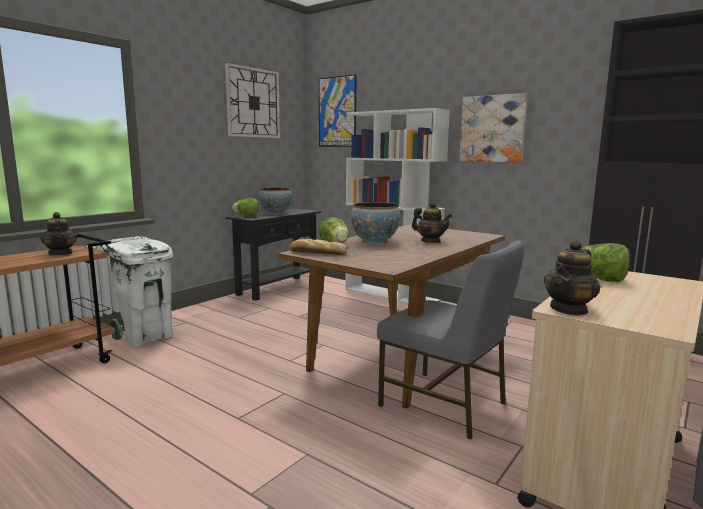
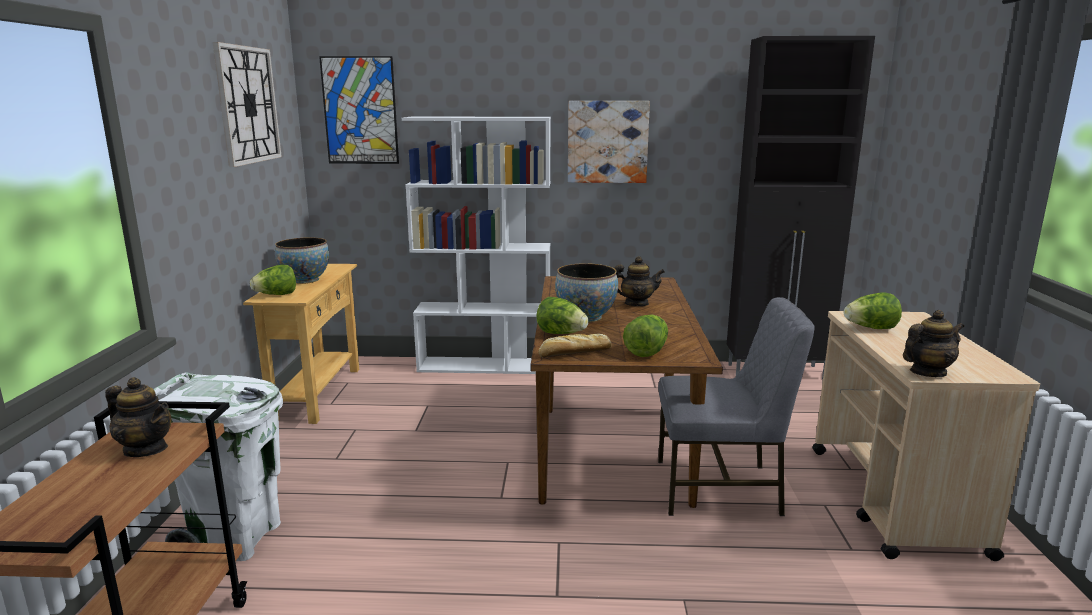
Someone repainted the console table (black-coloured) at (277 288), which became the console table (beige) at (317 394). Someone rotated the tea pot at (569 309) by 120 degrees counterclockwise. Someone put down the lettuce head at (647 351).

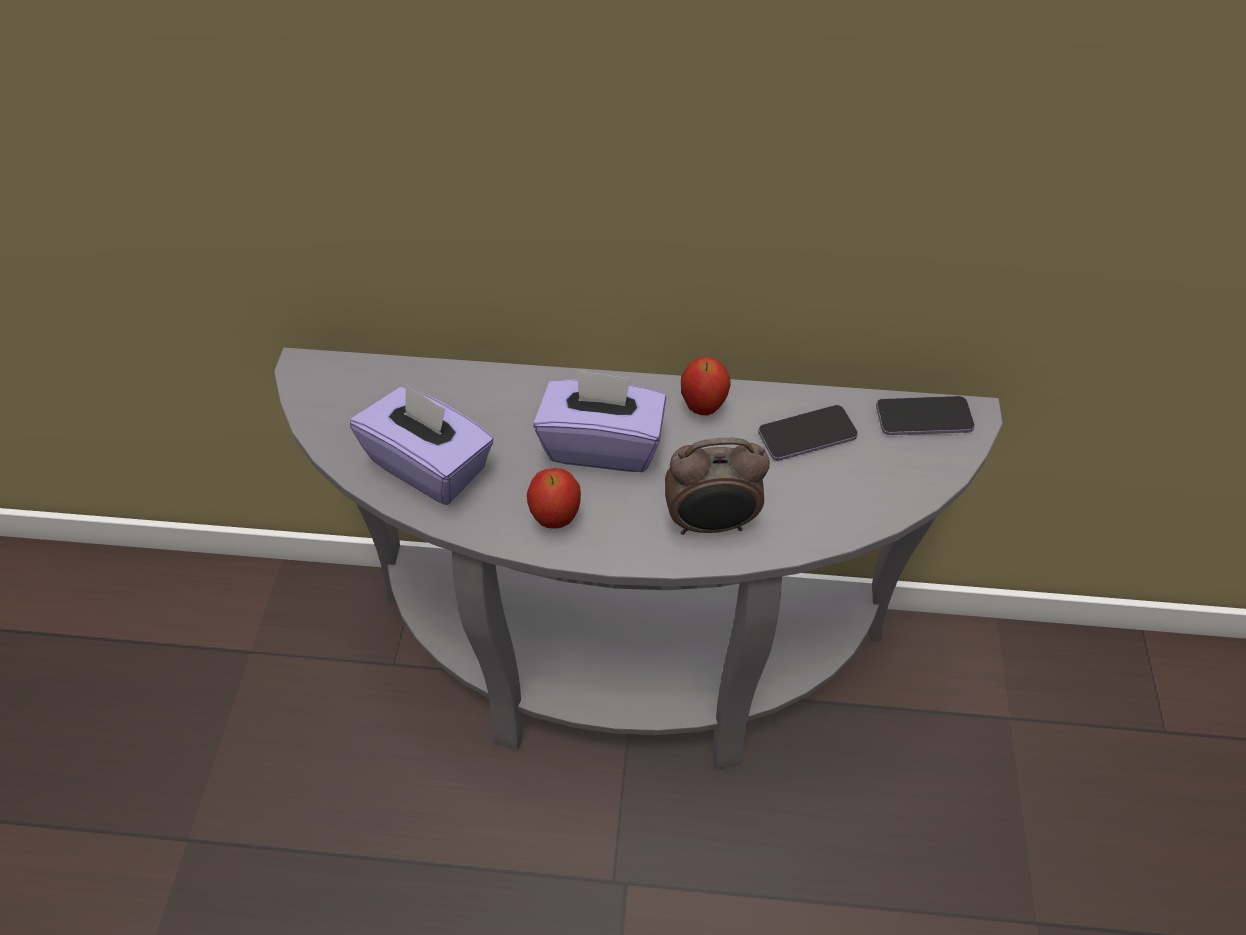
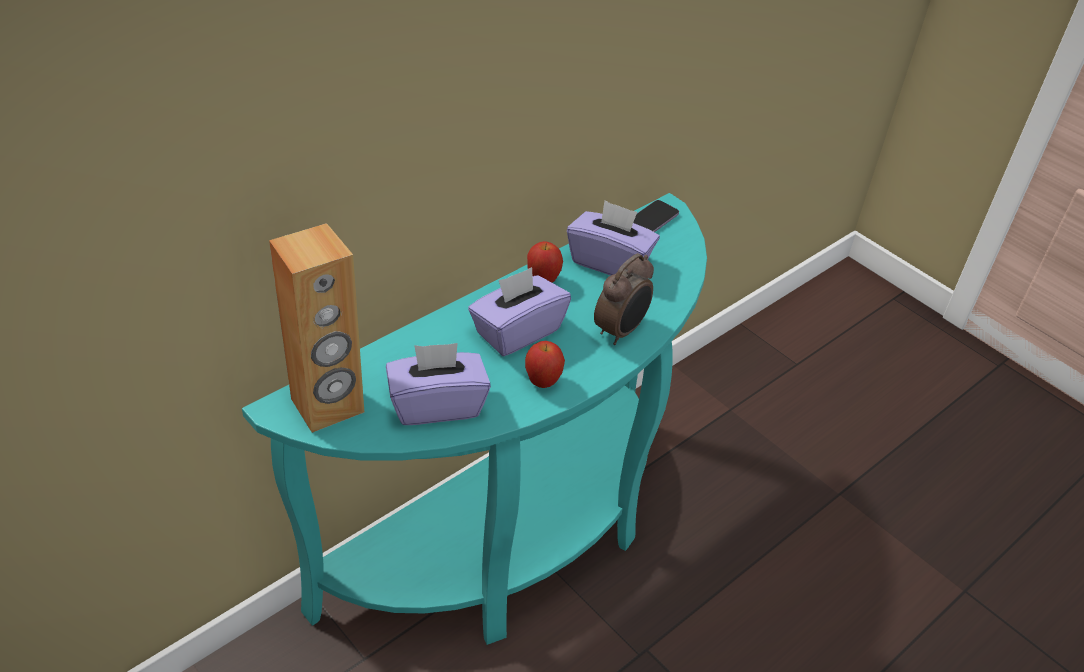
Someone repainted the console table (greyish) at (624 668), which became the console table (blue-green) at (514 541). Someone swapped the telephone at (807 435) for the tissue holder (purple-coloured) at (610 261). Someone put down the audio speaker (brownish) at (328 406).

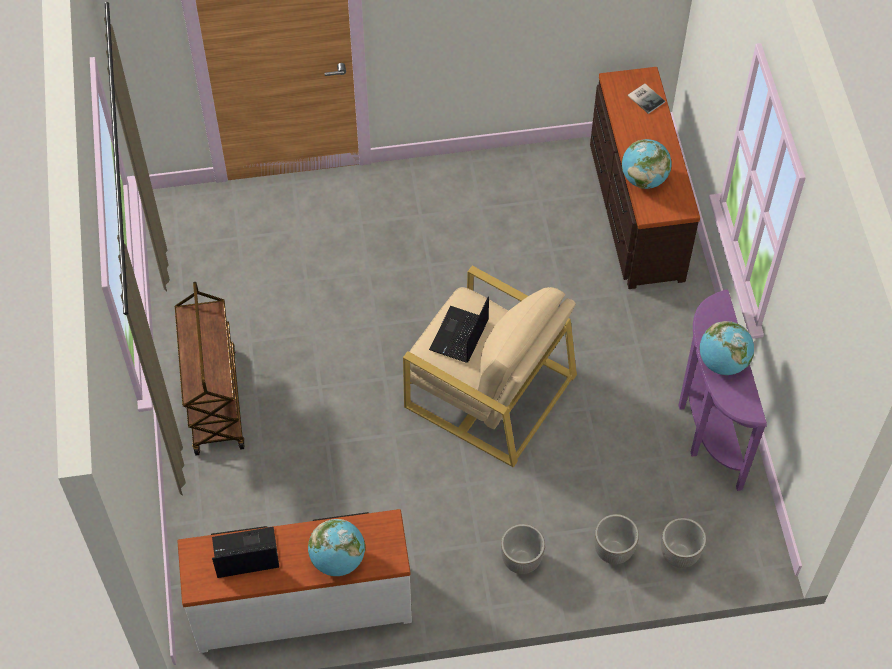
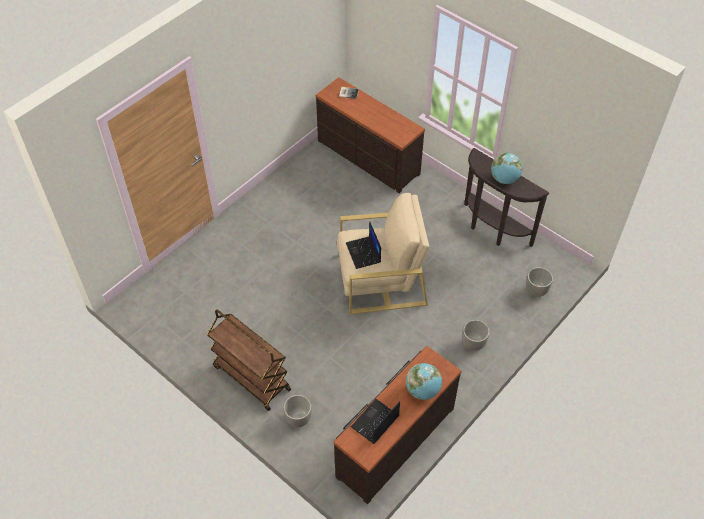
Someone repainted the dresser (white-coloured) at (302 604), which became the dresser (brownish) at (394 441). Someone carried the flower pot from (612 550) to (298 419). Someone took away the globe at (644 179). Someone repainted the console table (purple-coloured) at (706 429), which became the console table (brownish) at (492 230).

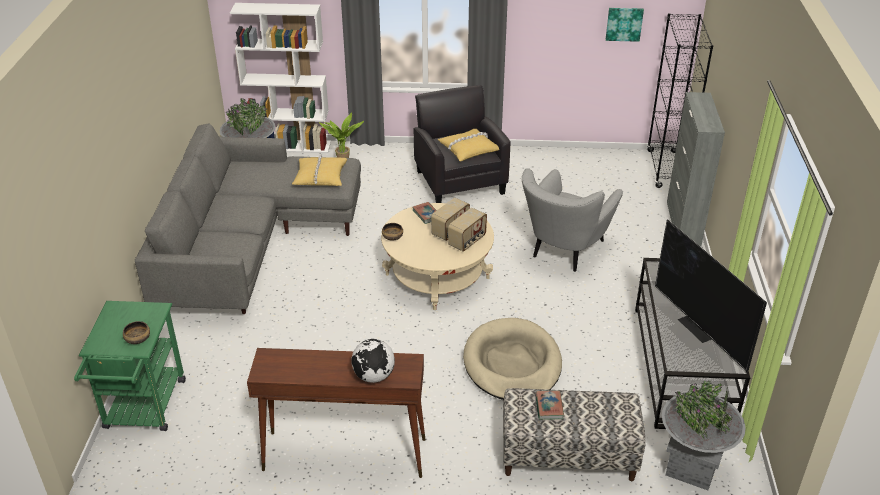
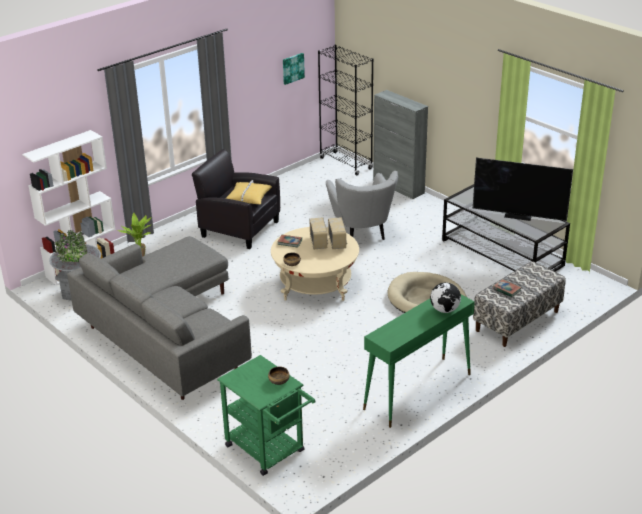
Someone repainted the console table (brownish) at (344 454), which became the console table (green-coloured) at (417 392). Someone took away the pillow (yellow-coloured) at (320 177). Someone took away the flower pot (greyish) at (692 467).

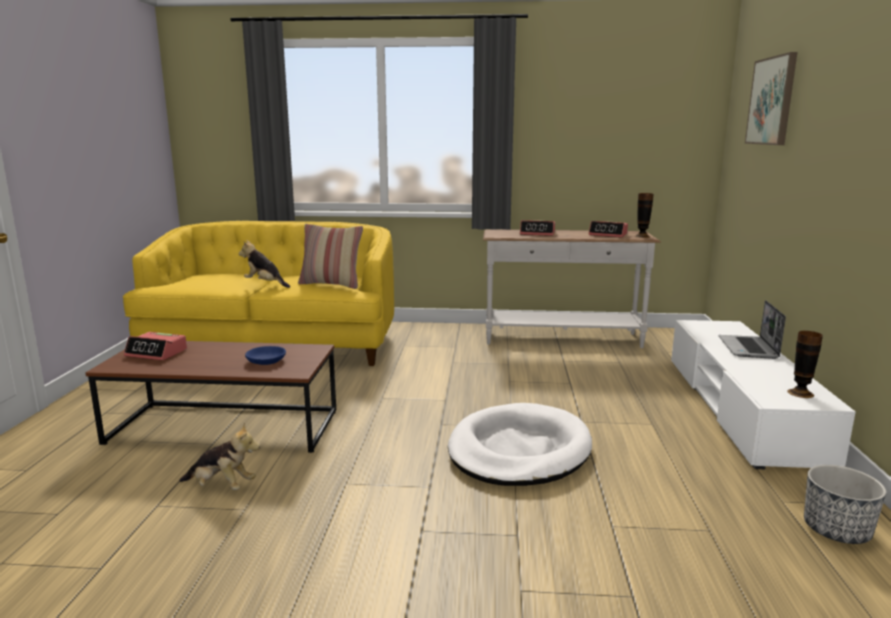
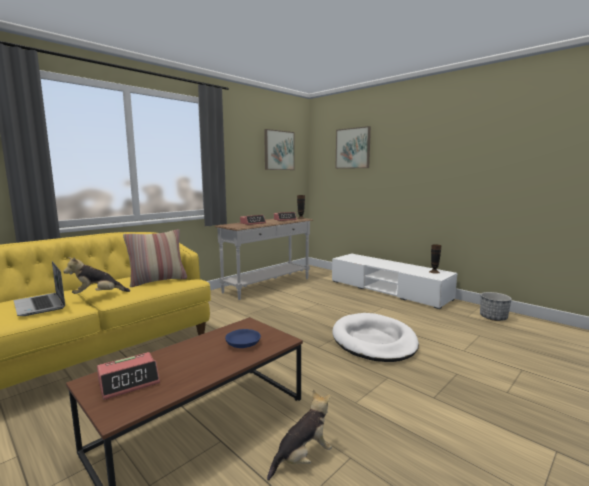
Someone carried the laptop from (749 348) to (40 305). Someone put up the wall art at (279 150).

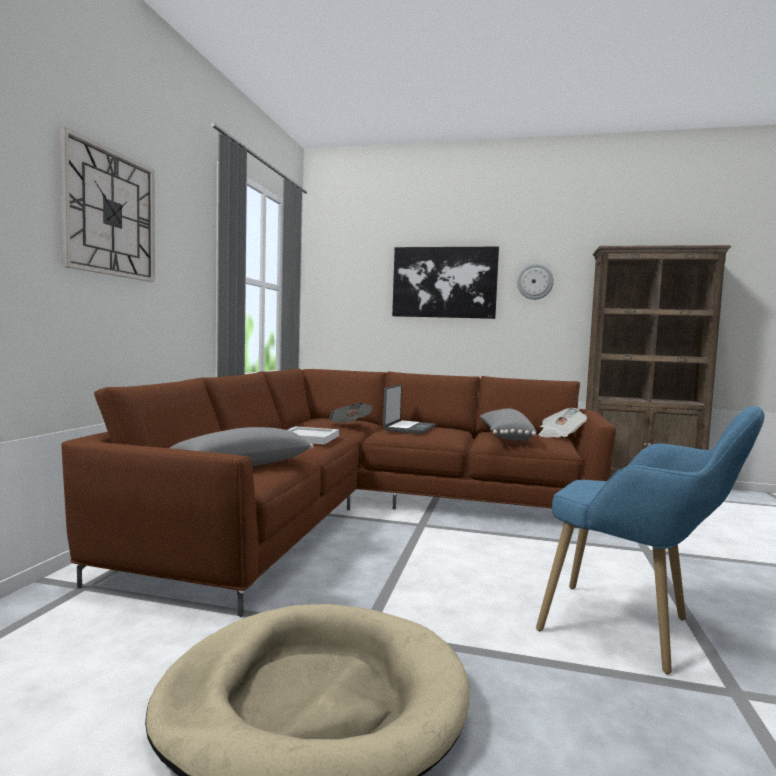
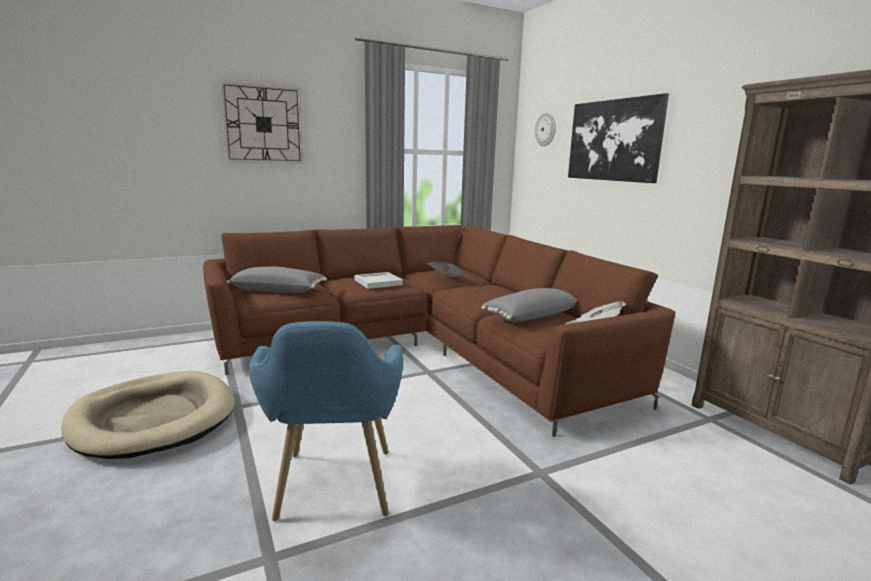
Someone took away the laptop at (408 428). Someone carried the clock on the wall from (535 281) to (546 129).

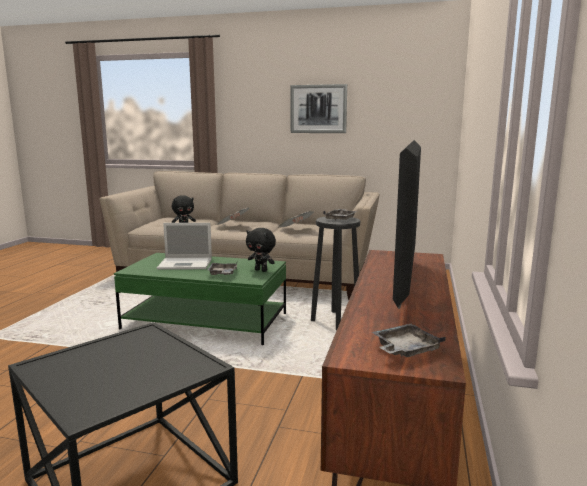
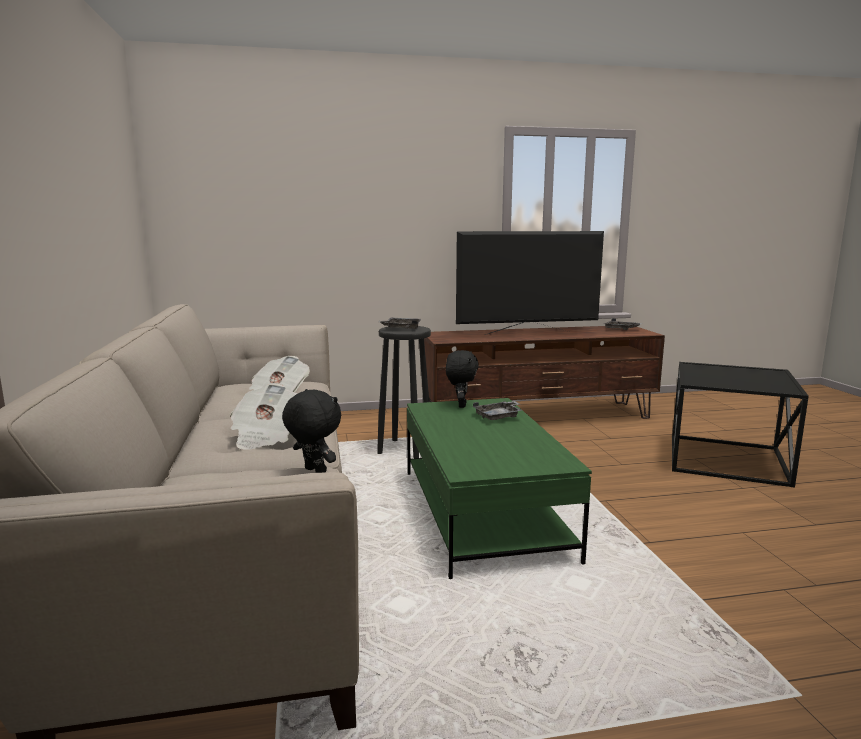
Someone took away the laptop at (186 264). Someone took away the wall art at (318 109).

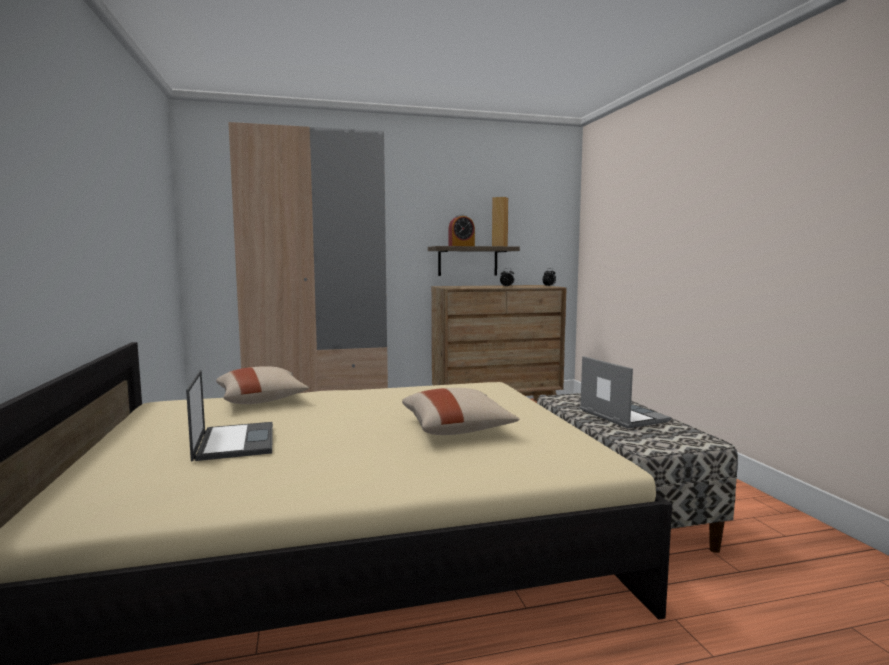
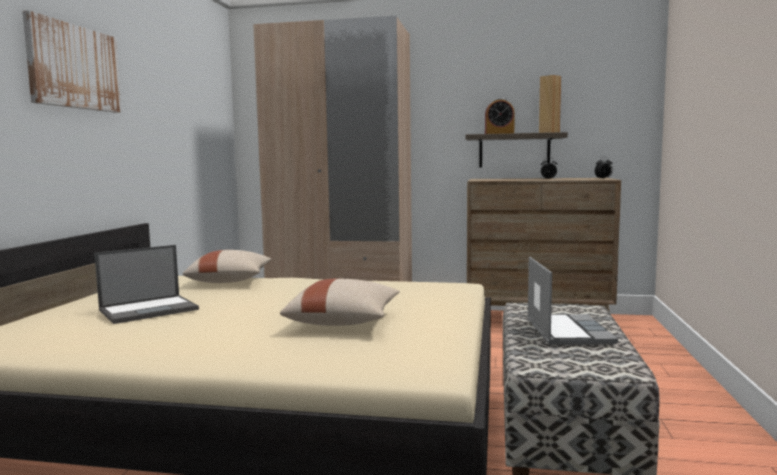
Someone rotated the laptop at (234 441) by 45 degrees clockwise. Someone put up the wall art at (74 67).

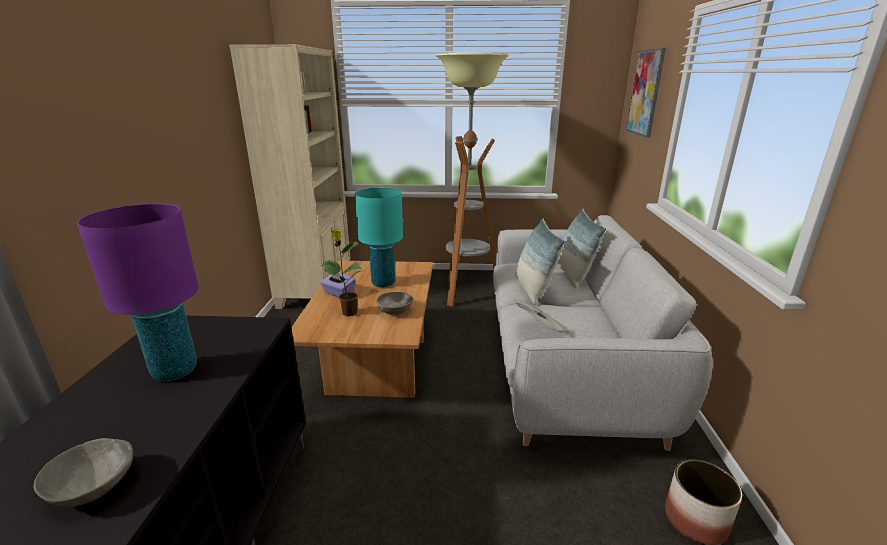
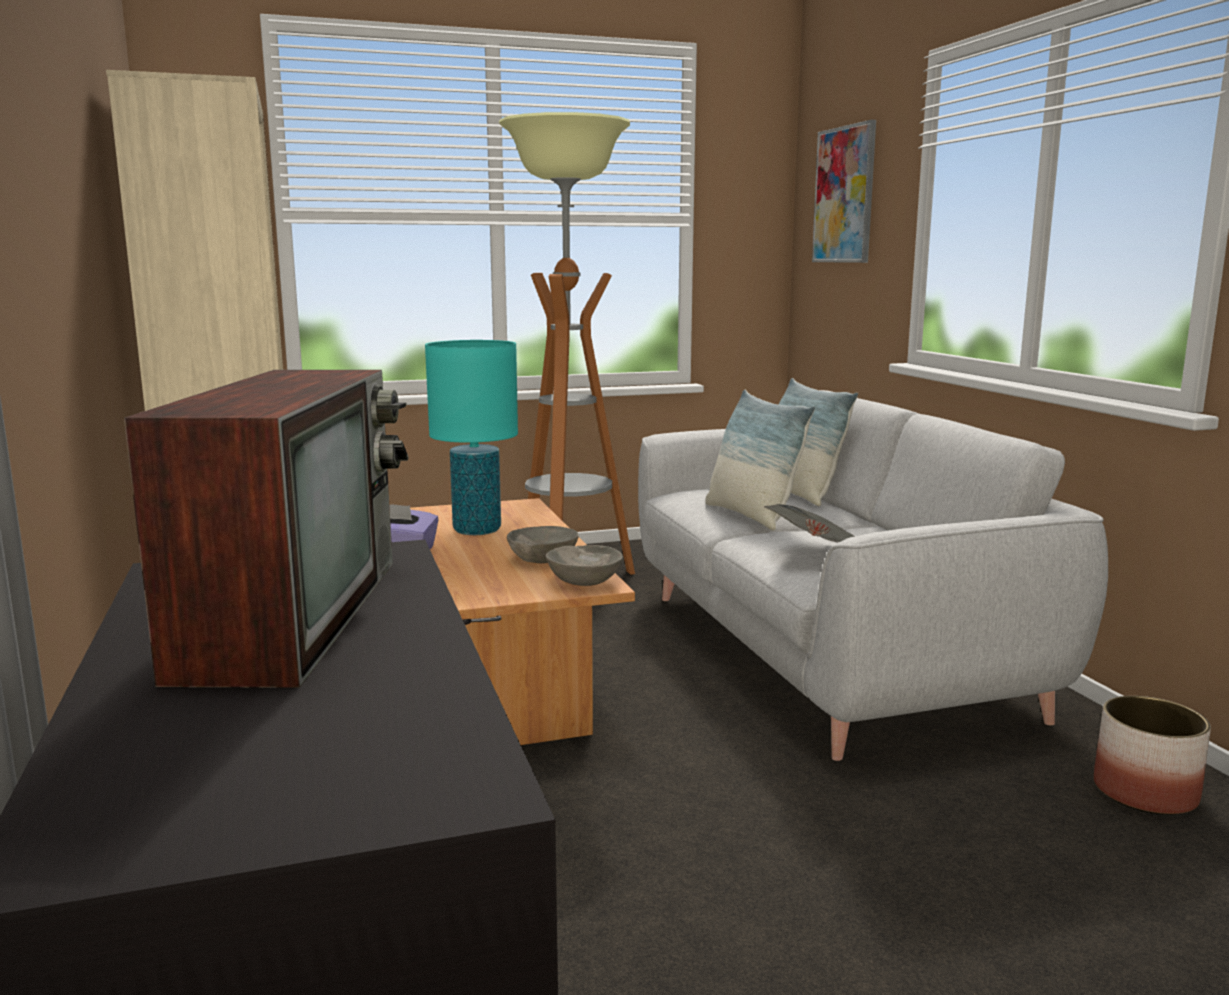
Someone carried the serving bowl (greyish) from (93 487) to (583 582). Someone swapped the table lamp (purple-coloured) at (175 370) for the TV at (293 613). Someone took away the plant in a pot at (348 313).

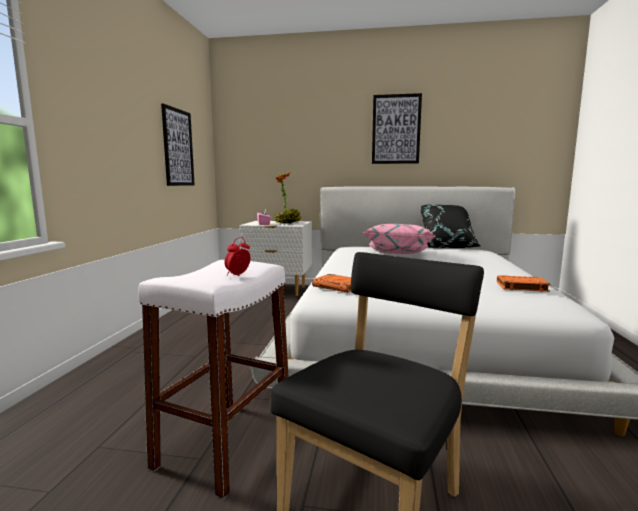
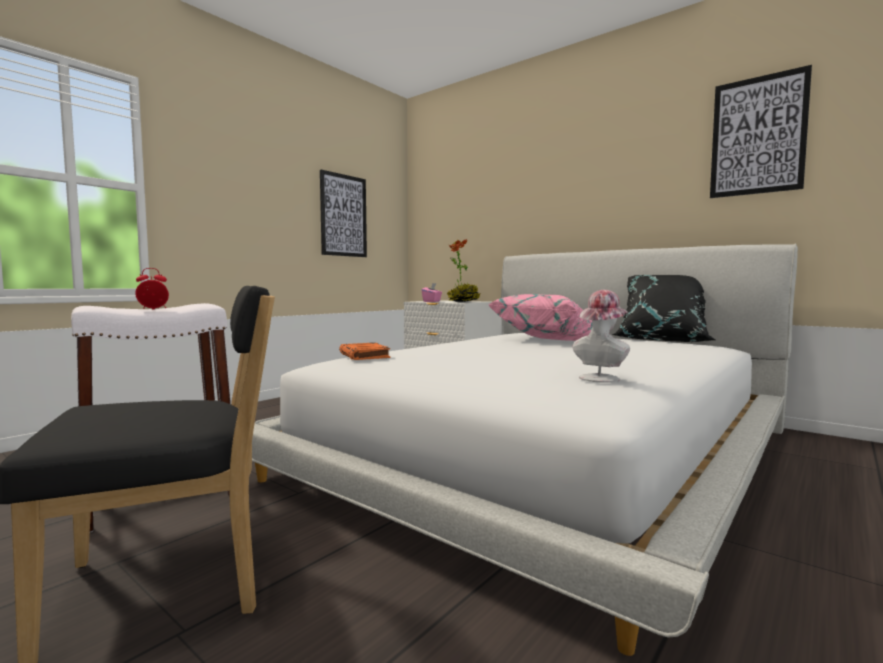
Someone carried the wall art from (396 129) to (758 136). Someone swapped the volume (orange) at (521 287) for the wearable hat at (601 377).

